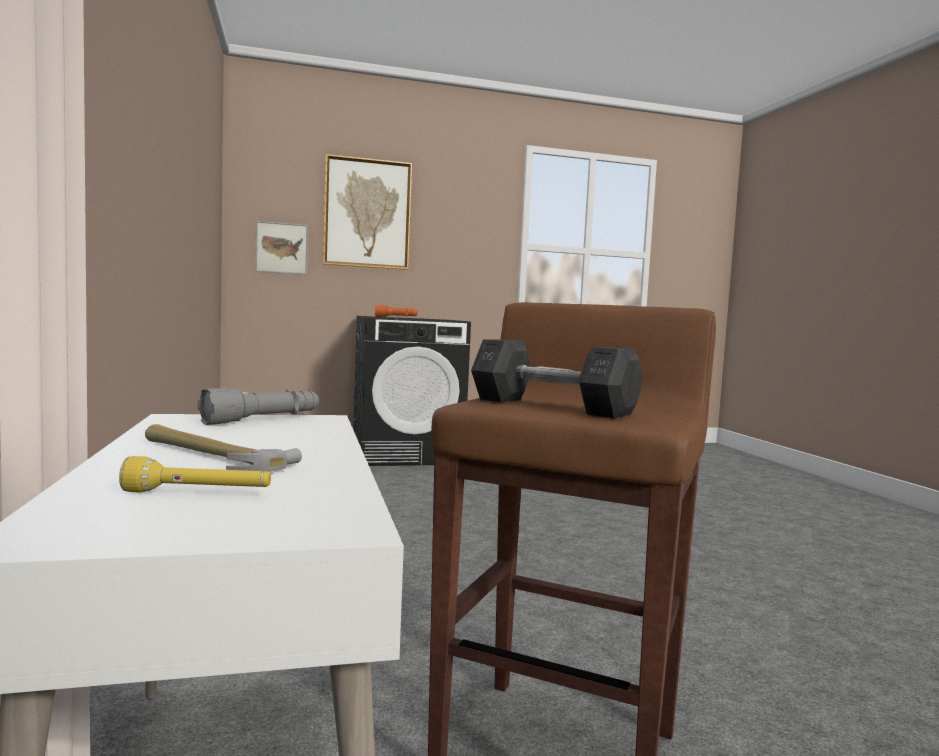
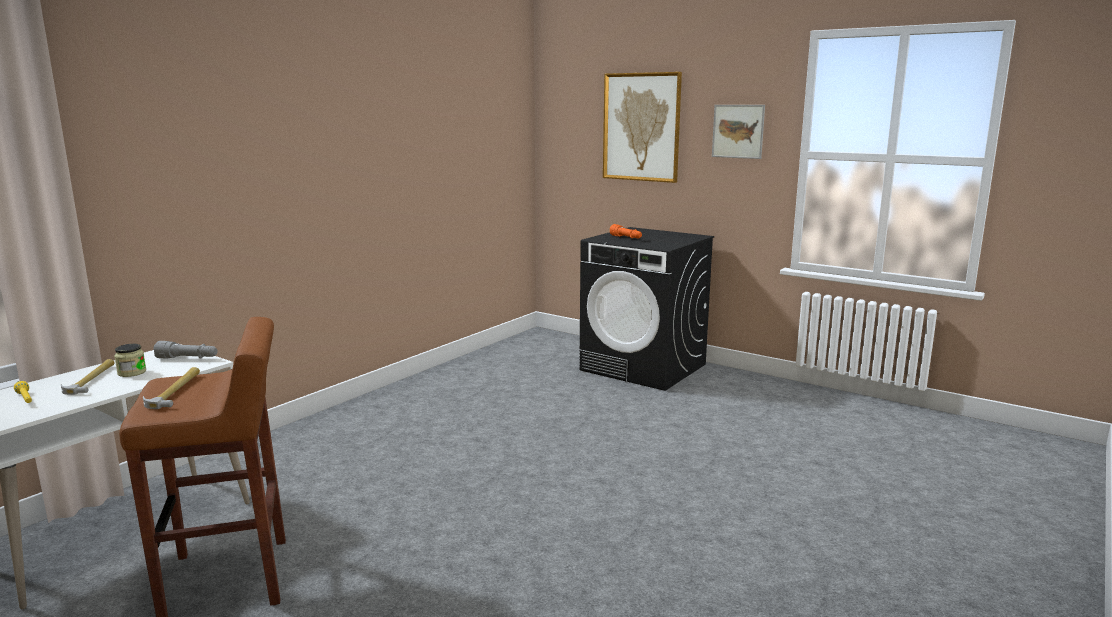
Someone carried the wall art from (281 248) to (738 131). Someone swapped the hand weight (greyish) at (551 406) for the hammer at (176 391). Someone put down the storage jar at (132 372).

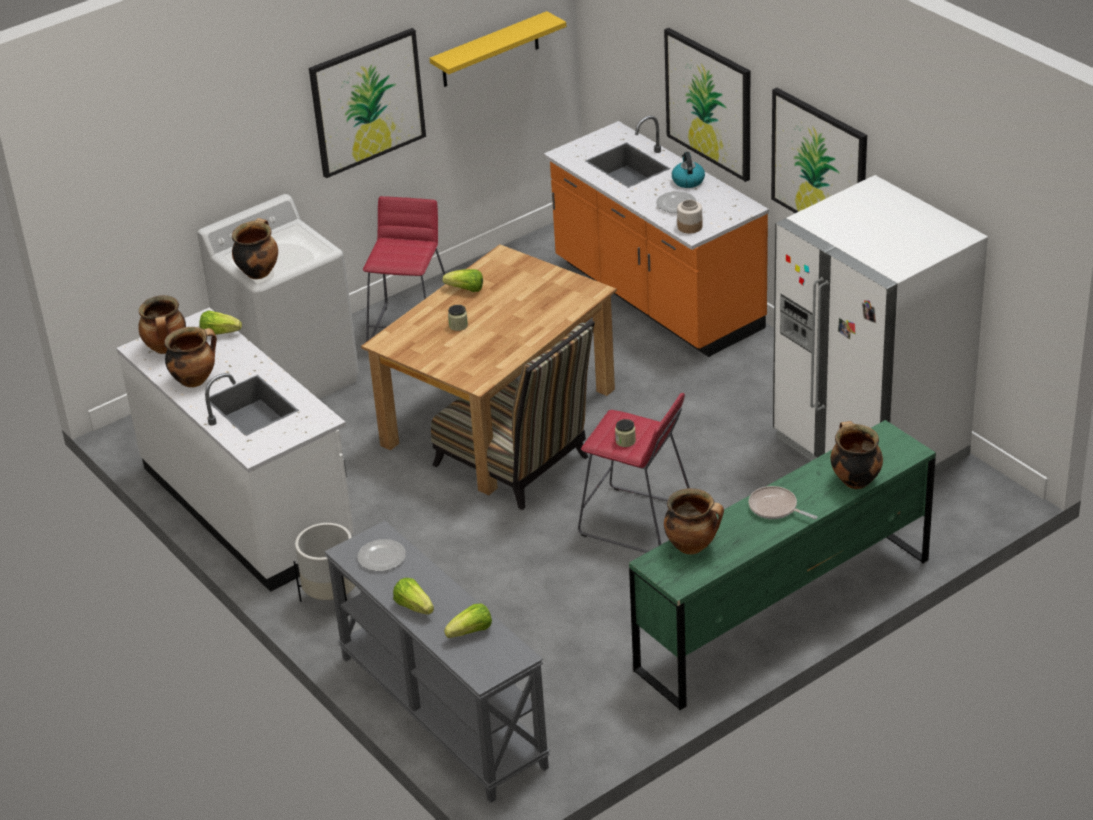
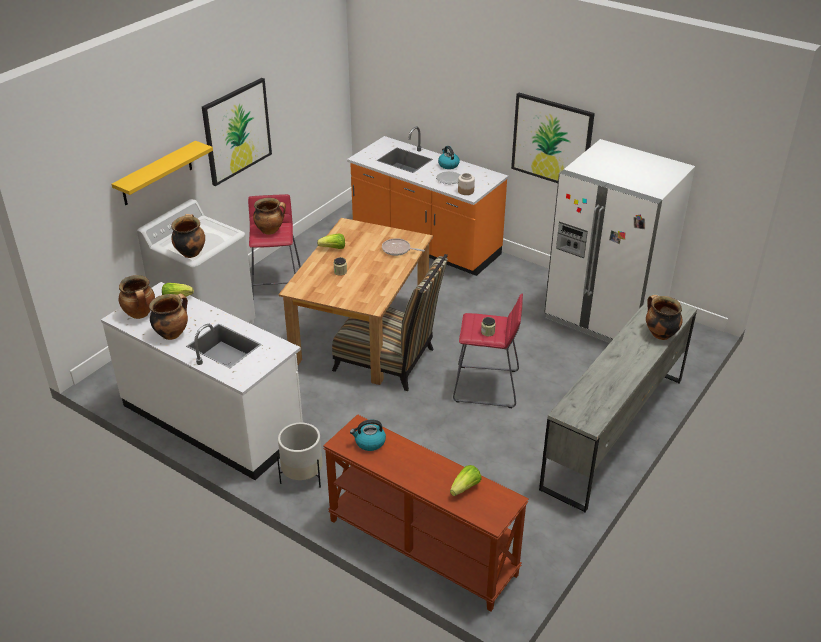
Someone repainted the console table (greyish) at (440 712), which became the console table (brownish) at (420 547). Someone swapped the dinner plate at (382 557) for the water kettle at (369 442). Someone took away the lettuce head at (414 606). Someone carried the shelf (yellow-coloured) from (490 50) to (157 174). Someone repainted the dresser (green-coloured) at (783 613), which became the dresser (greyish) at (614 431). Someone took away the wall art at (709 103). Someone carried the cooking pot from (693 546) to (270 230). Someone carried the skillet from (775 508) to (398 250).

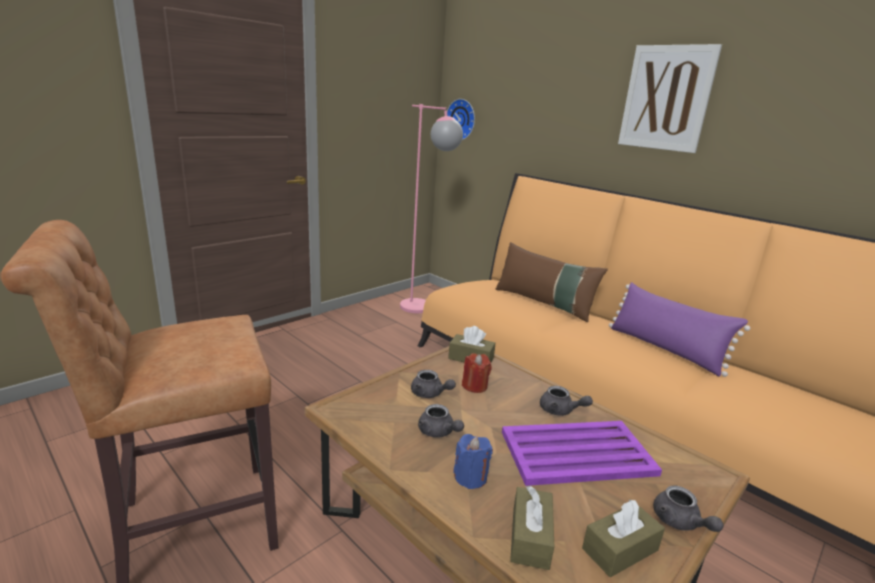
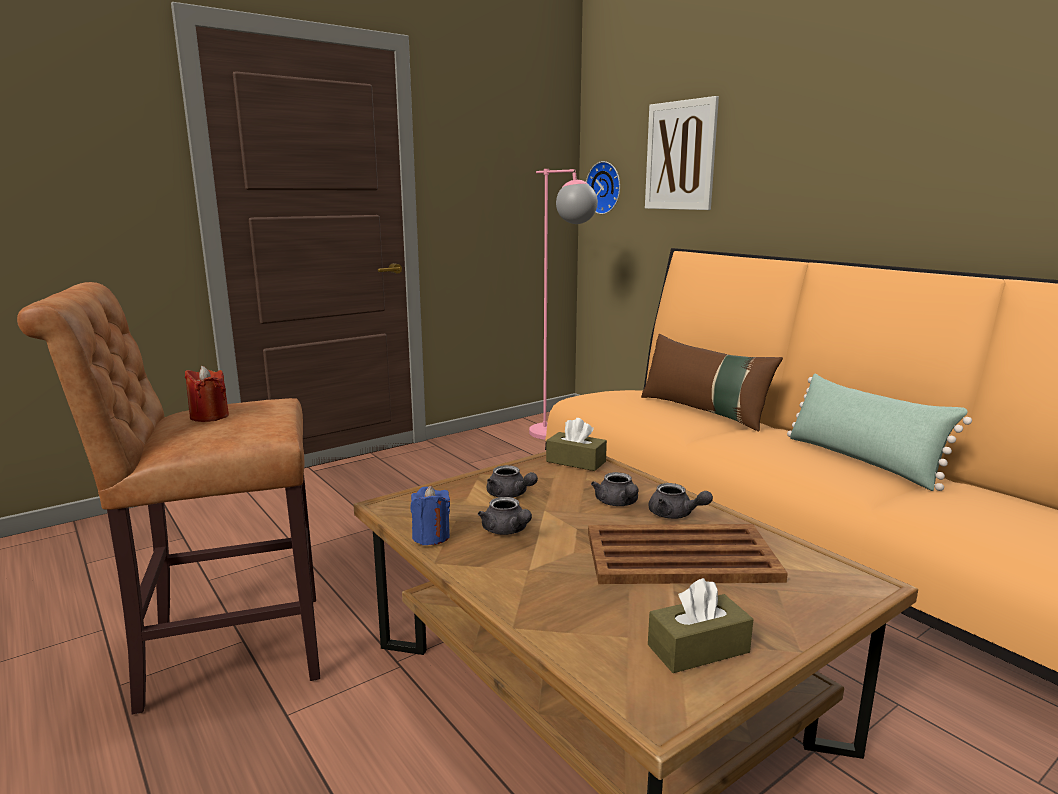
Someone carried the wax light (blue-coloured) from (470 477) to (431 537). Someone carried the wax light (red-coloured) from (475 386) to (209 416). Someone repainted the carrying tray (purple-coloured) at (575 453), which became the carrying tray (brownish) at (678 556). Someone took away the tissue holder (brownish) at (530 537). Someone repainted the pillow (purple-coloured) at (665 349), which became the pillow (green-coloured) at (862 461). Someone carried the wall art from (666 98) to (680 156). Someone carried the tea pot (greyish) from (680 522) to (618 503).

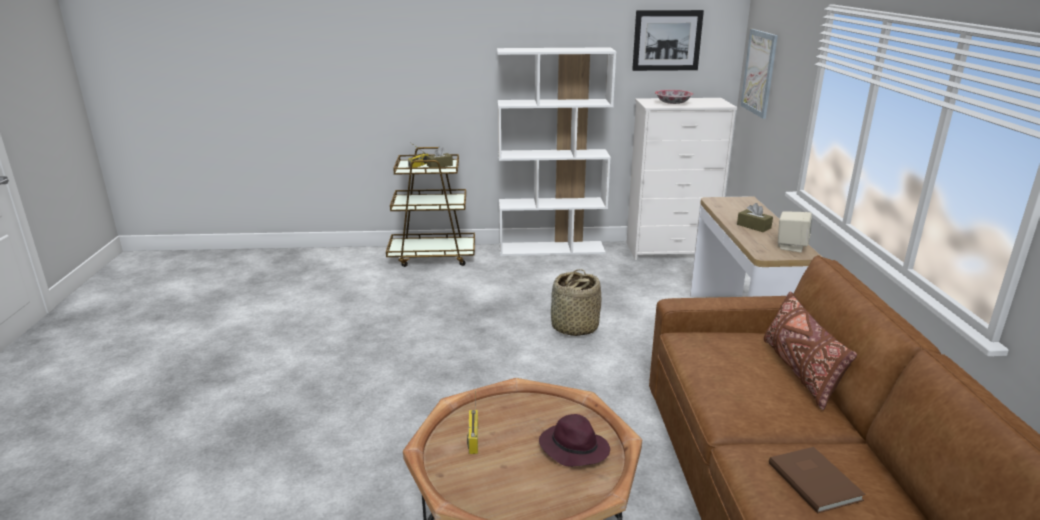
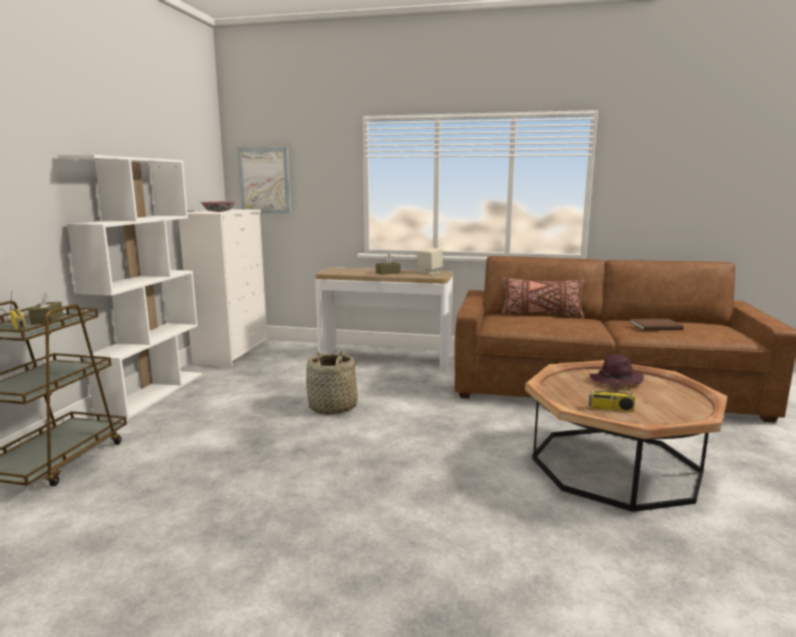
Someone took away the wall art at (667 40).

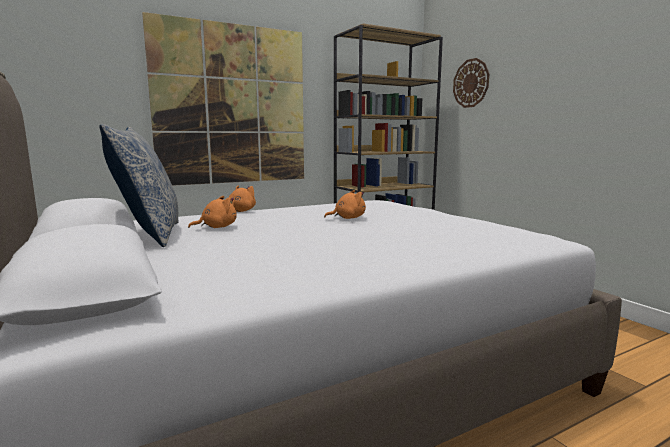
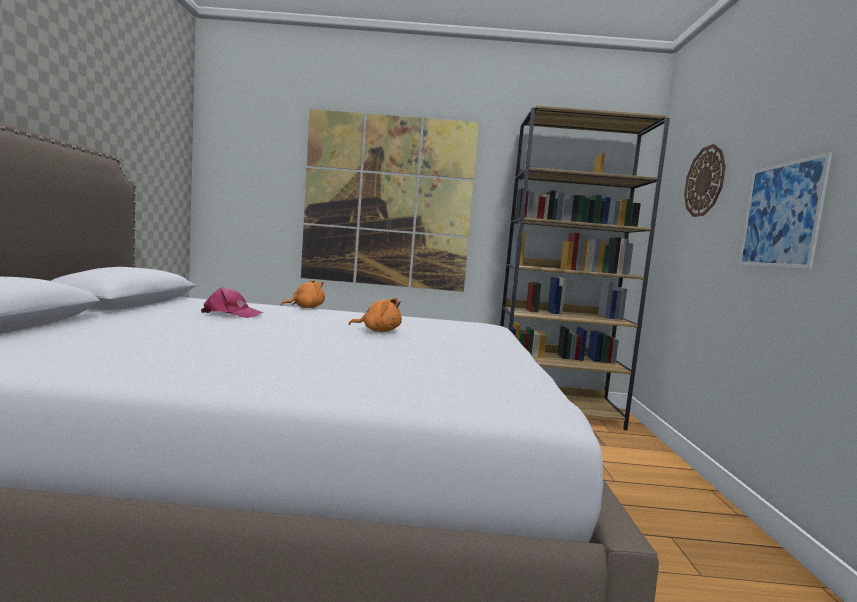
Someone took away the pillow at (150 235). Someone swapped the plush toy (orange) at (217 227) for the cap (pinkish) at (231 314). Someone put up the wall art at (781 215).

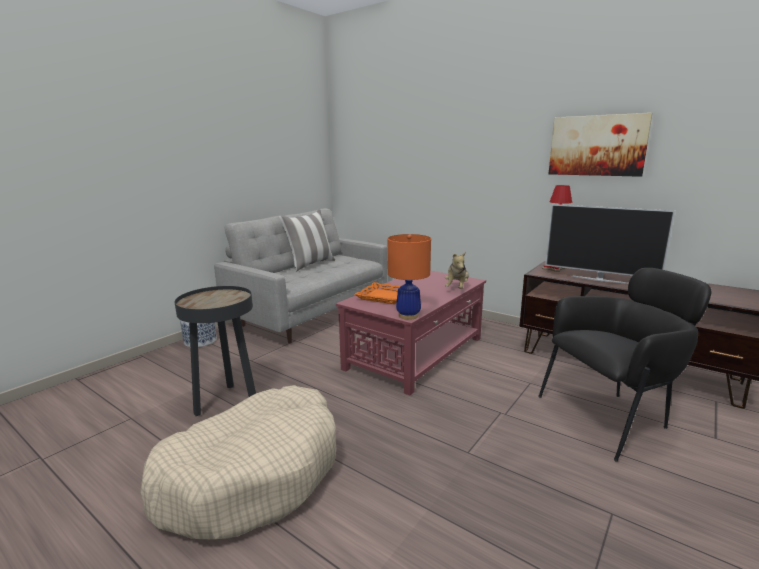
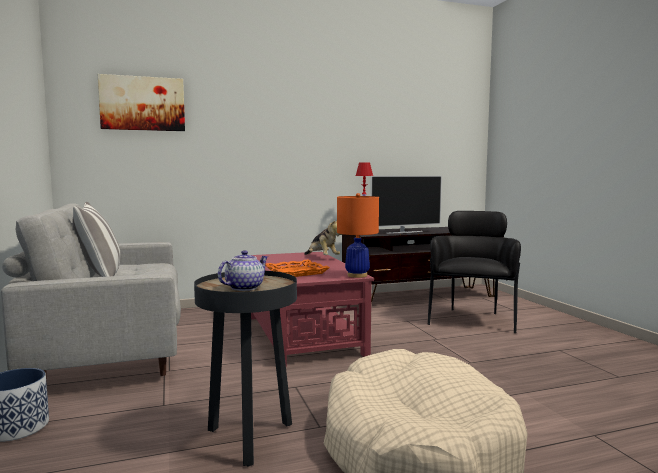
Someone carried the wall art from (597 145) to (142 103). Someone put down the tea pot at (244 288).

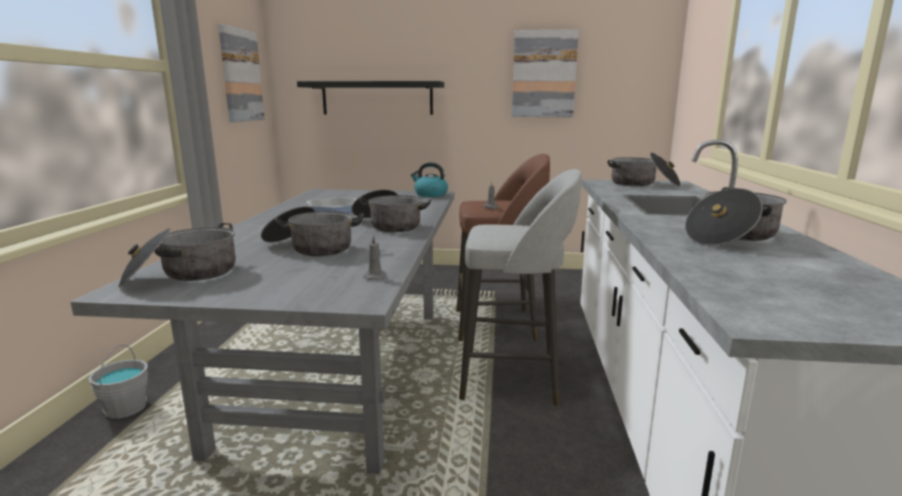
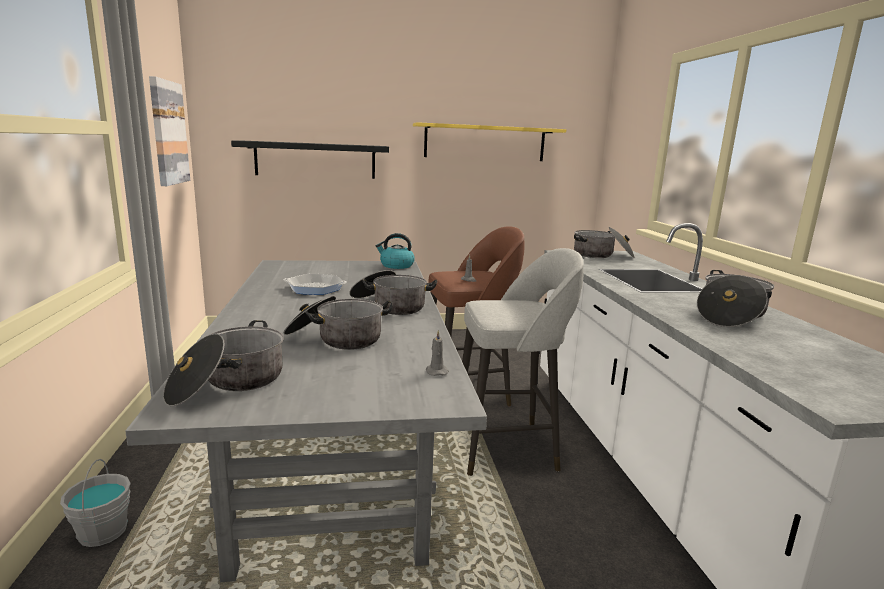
Someone swapped the wall art at (544 74) for the shelf (yellow-coloured) at (485 143).

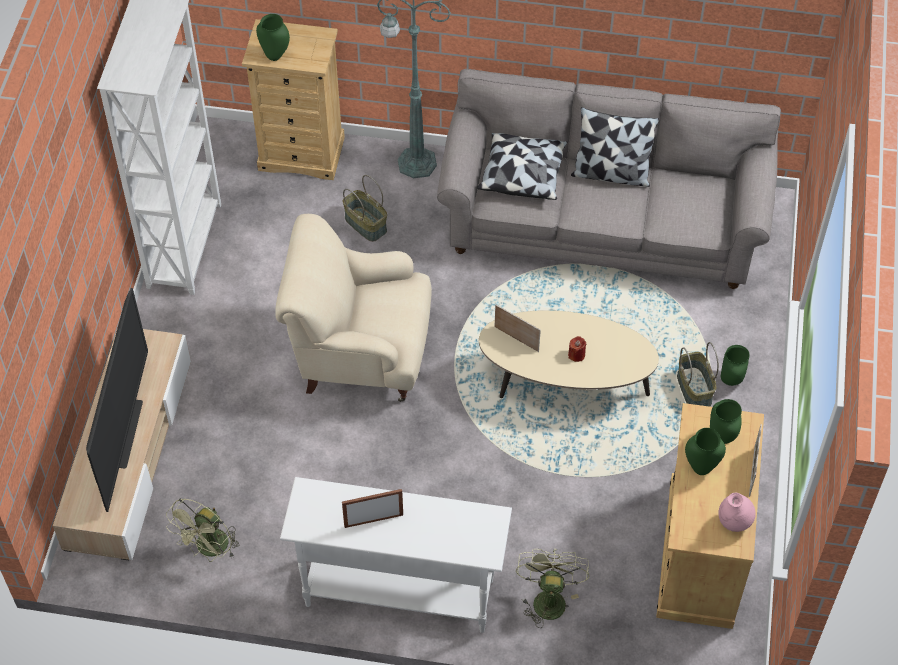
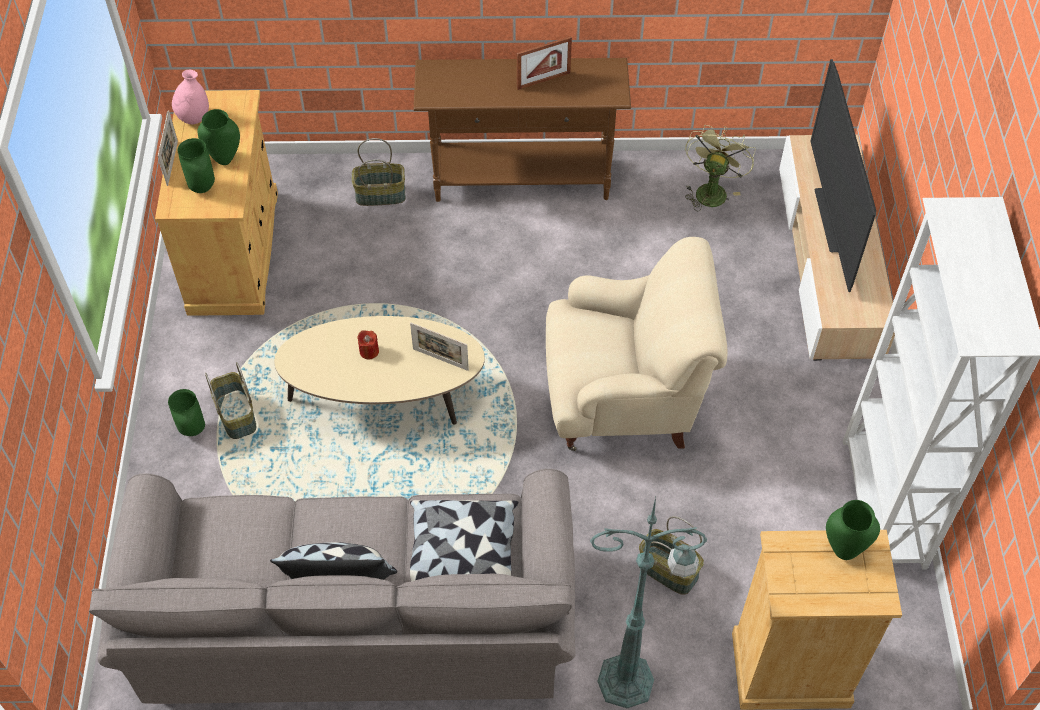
Someone repainted the console table (white-coloured) at (398 592), which became the console table (brownish) at (522 180). Someone swapped the cooling fan (green-coloured) at (548 598) for the storage basket at (381 194).

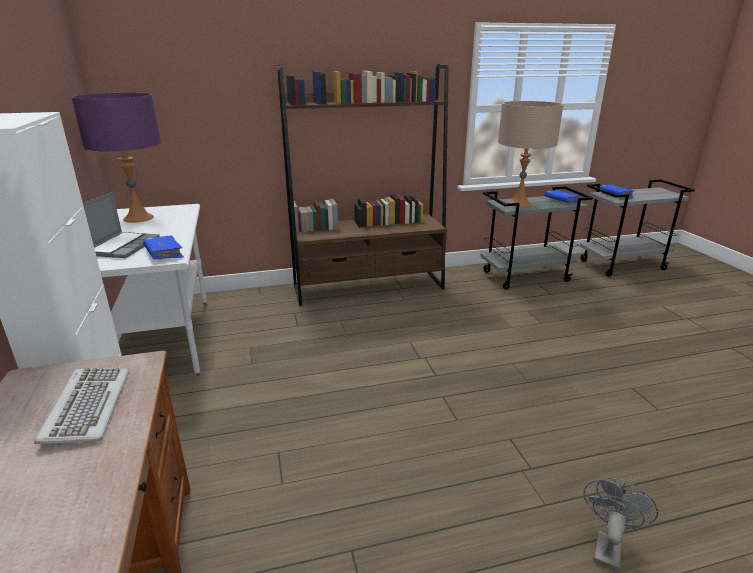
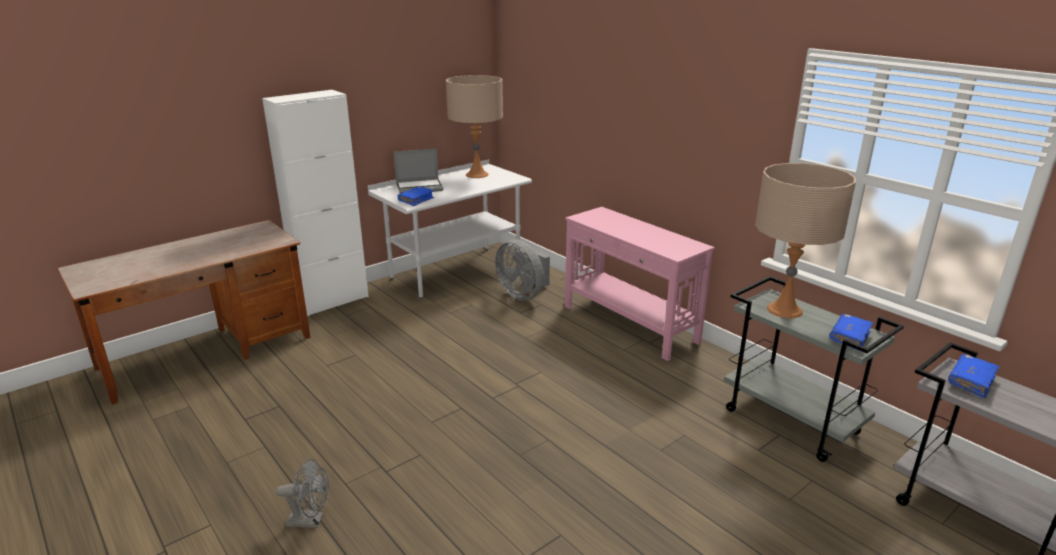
Someone took away the computer keyboard at (87 407). Someone repainted the table lamp (purple-coloured) at (138 218), which became the table lamp (beige) at (477 174). Someone swapped the bookshelf (brownish) at (369 287) for the console table (pinkish) at (629 324). Someone put down the cooling fan (greyish) at (523 294).

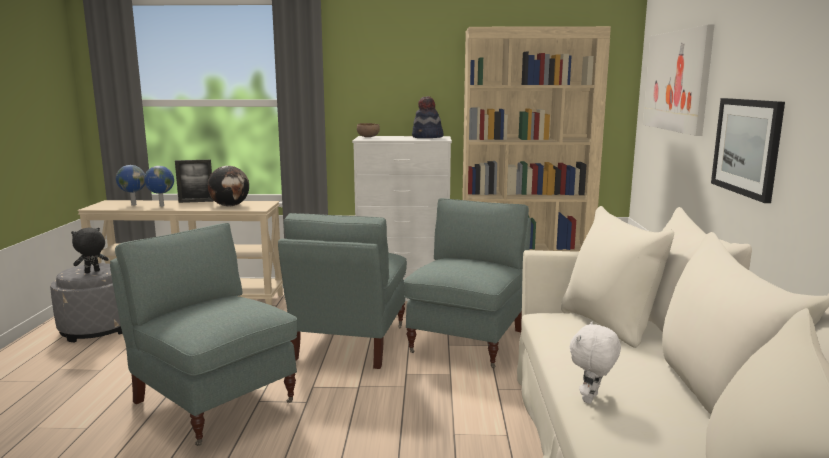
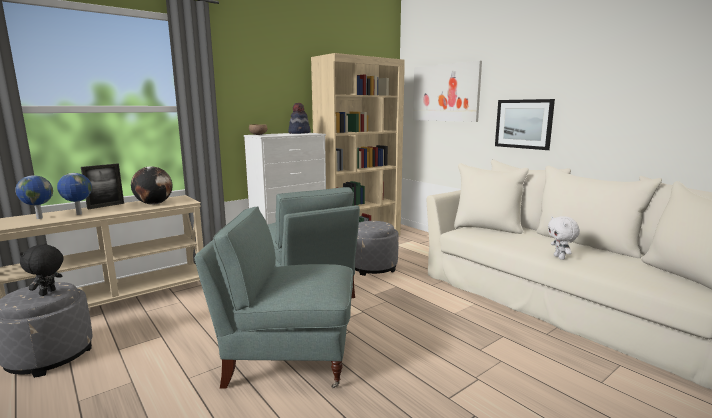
Someone swapped the lounge chair (greyish) at (468 341) for the ottoman (greyish) at (373 267).

